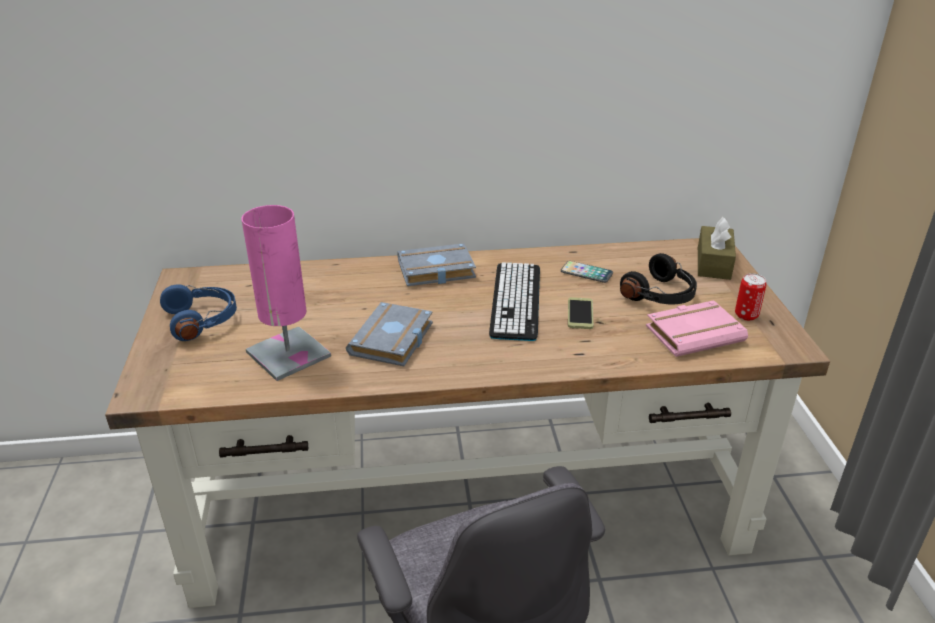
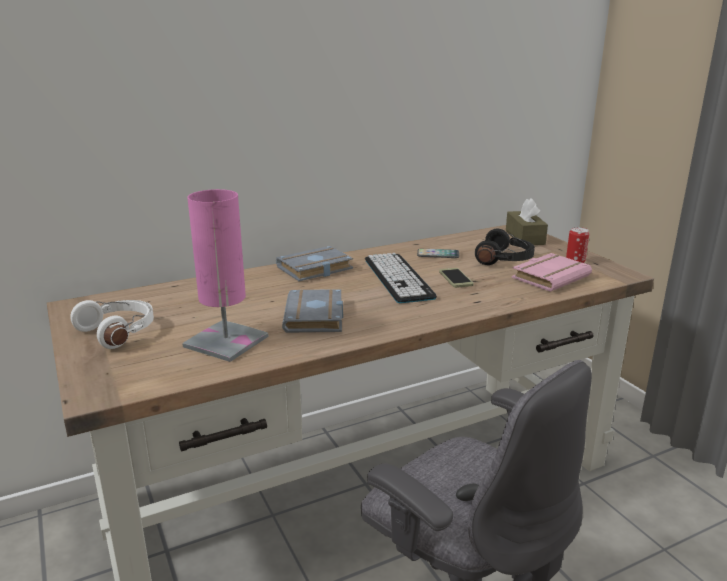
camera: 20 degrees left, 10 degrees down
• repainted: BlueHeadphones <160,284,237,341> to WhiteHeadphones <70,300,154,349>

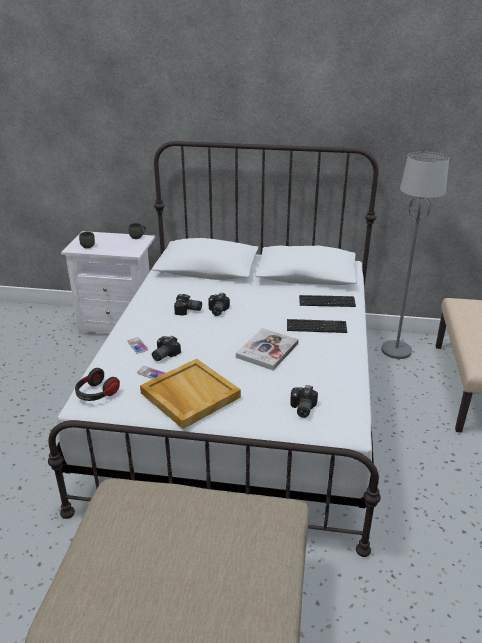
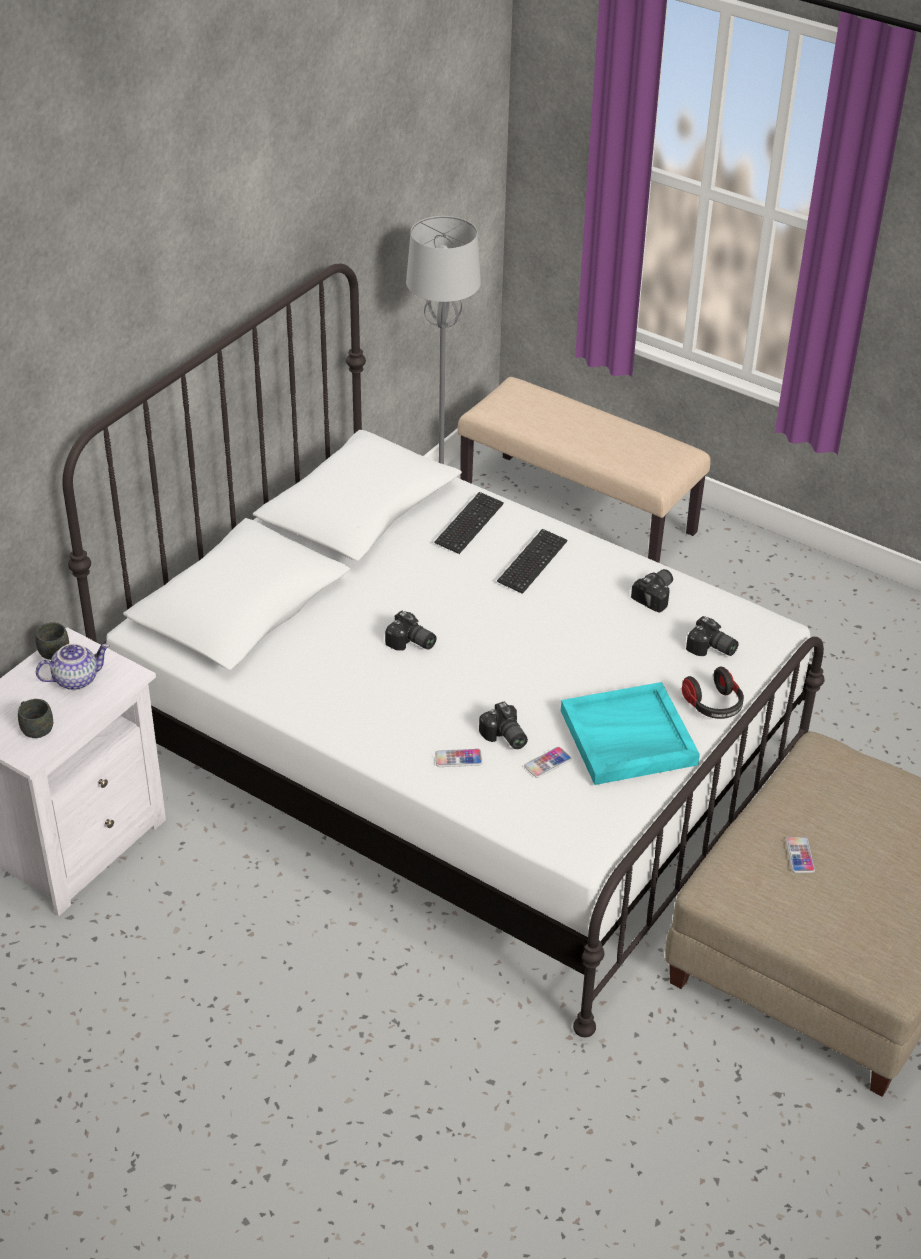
camera: 65 degrees left, 10 degrees up
• gone: Book <236,328,299,370>
• new: Teapot <36,644,110,690>
• new: Phone <786,837,815,873>
• shifted: Headphones <75,368,120,401> to <682,667,744,719>
• shifted: PhotoCamera <174,294,202,316> to <631,569,673,613>
• repainted: BeigeTray <140,359,241,429> to TurquoiseTray <561,682,700,785>

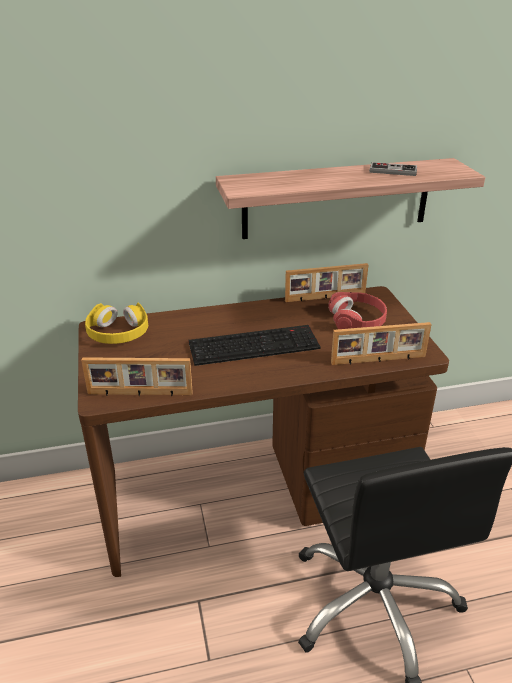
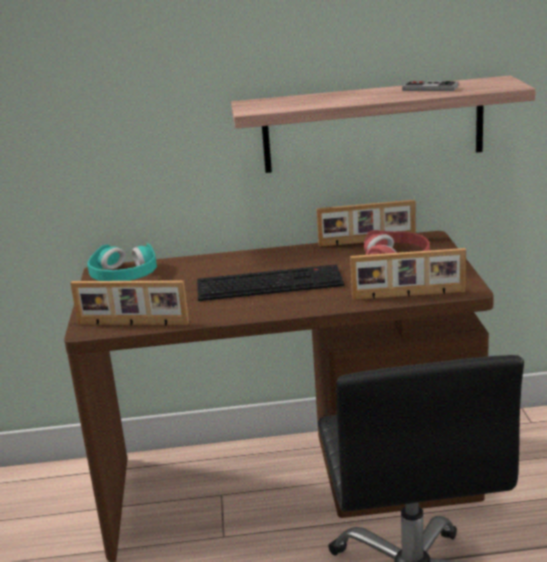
camera: 10 degrees right, 10 degrees down
• repainted: YellowHeadphones <85,303,148,344> to TurquoiseHeadphones <87,243,157,281>

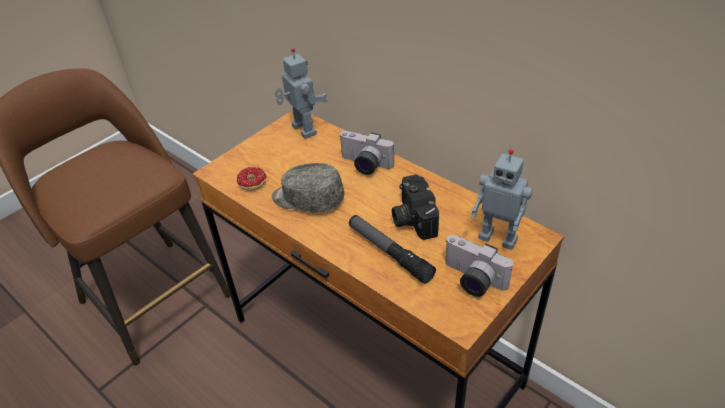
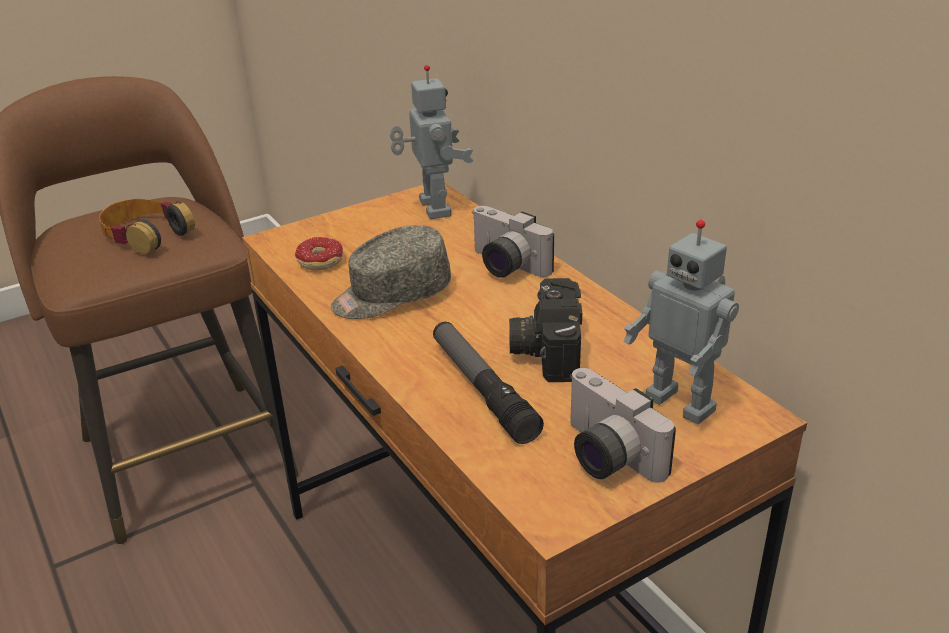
camera: 15 degrees right, 10 degrees down
• new: Headphones <99,199,195,254>
• rotated: GreyCap <272,163,344,213> = <331,225,451,319> 60 degrees counterclockwise

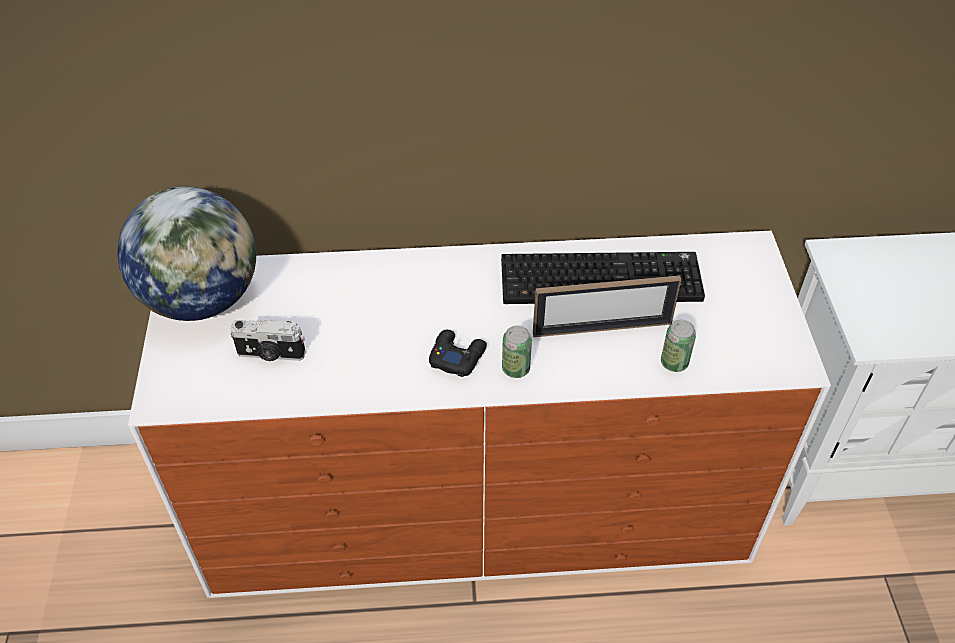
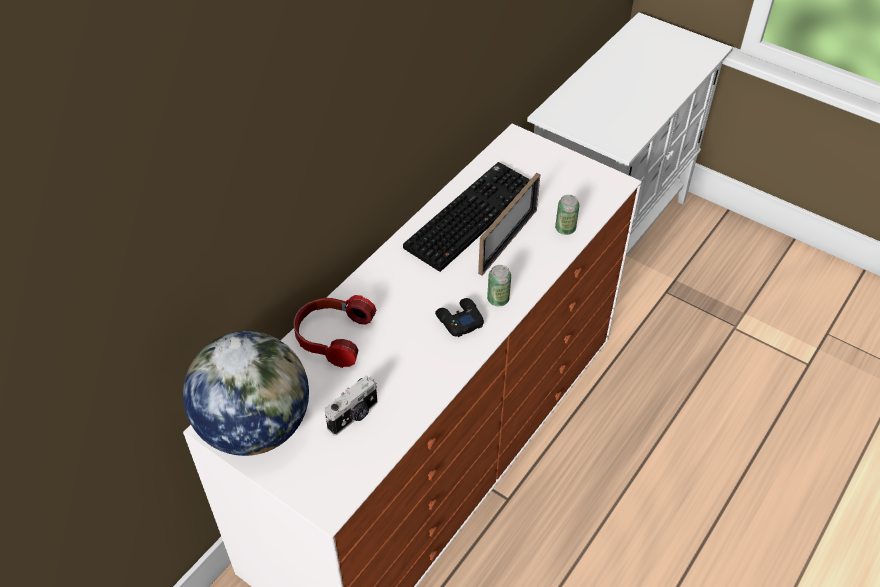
camera: 50 degrees left, 0 degrees up
• new: Headphones <293,295,376,368>

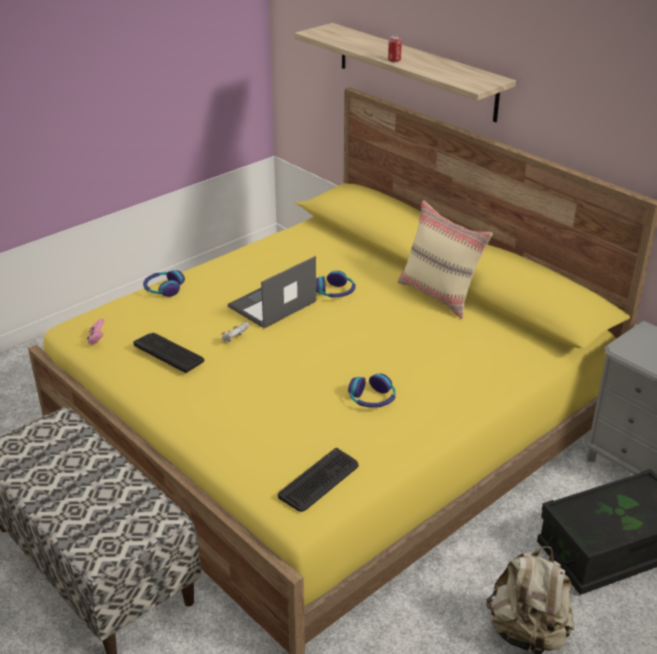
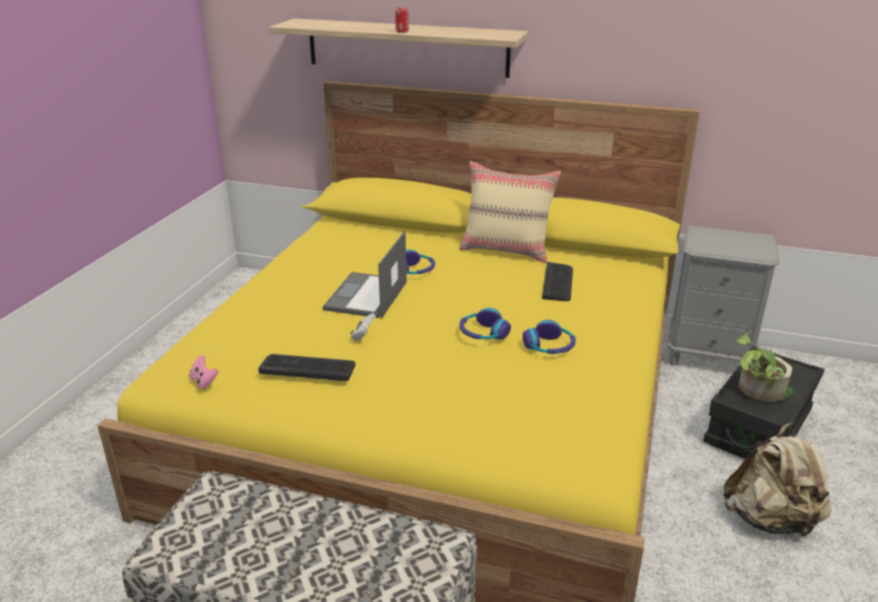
camera: 30 degrees left, 5 degrees down
• new: PottedPlant <736,333,792,402>
• shifted: Headphones <143,270,185,297> to <459,308,511,339>
• shifted: Keyboard <278,448,359,512> to <542,262,573,301>

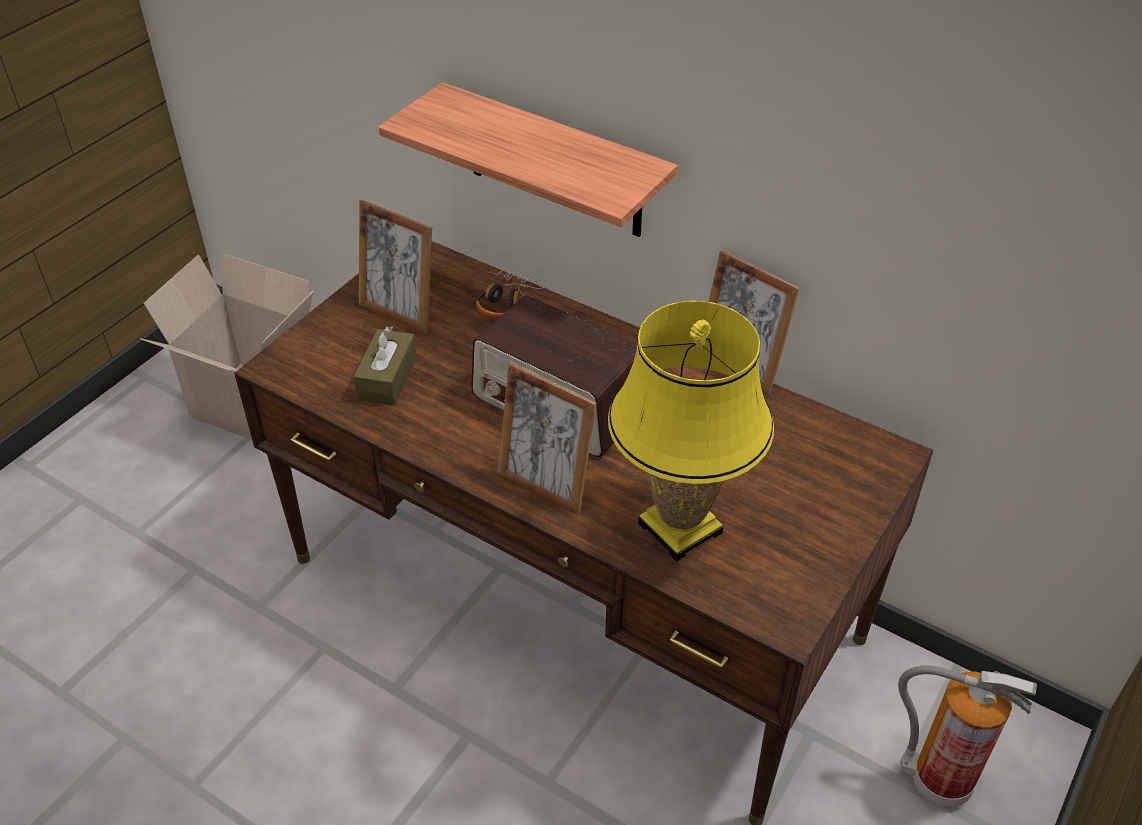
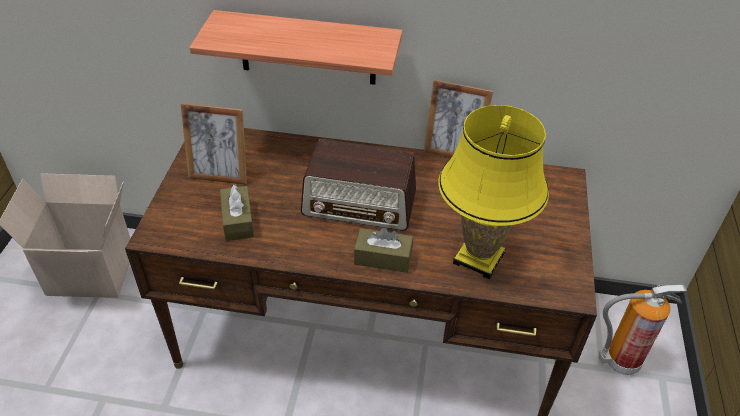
camera: 25 degrees left, 0 degrees up
• gone: Headphones <476,269,547,318>
• swapped: PictureFrame <498,363,597,515> to BrownTissueBox <354,228,413,273>

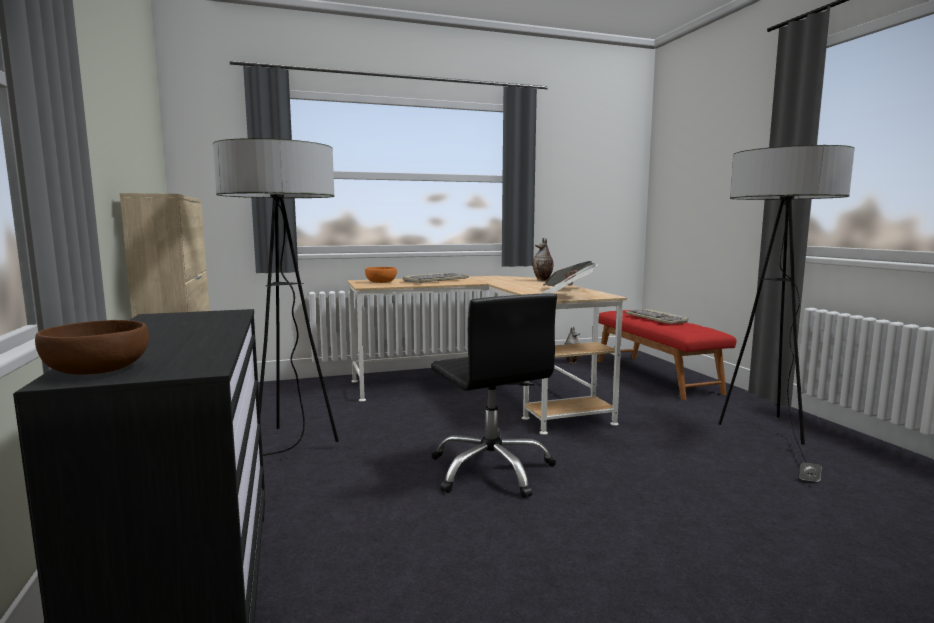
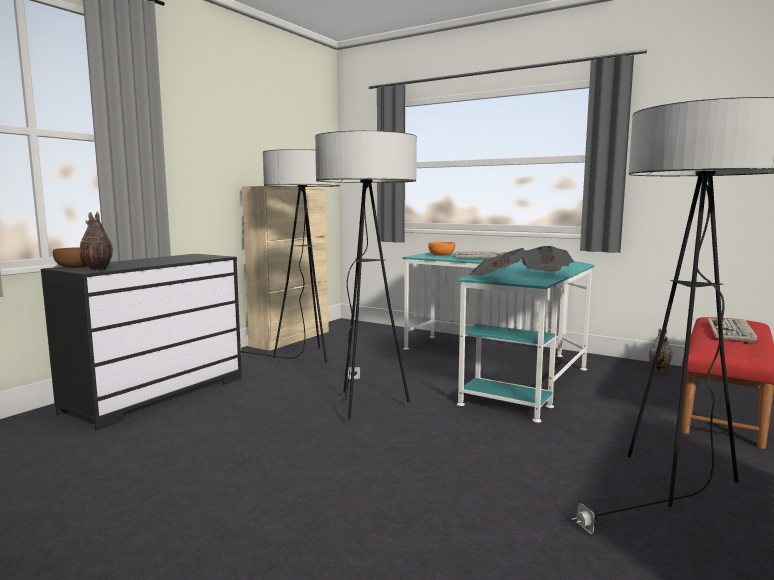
camera: 50 degrees right, 0 degrees up
• shifted: Vase <533,238,554,281> to <80,212,113,271>
• swapped: BlackOfficeChair <431,293,557,498> to FloorLamp <315,131,417,419>
• repainted: BeigeDesk <347,276,627,435> to TurquoiseDesk <402,252,595,423>

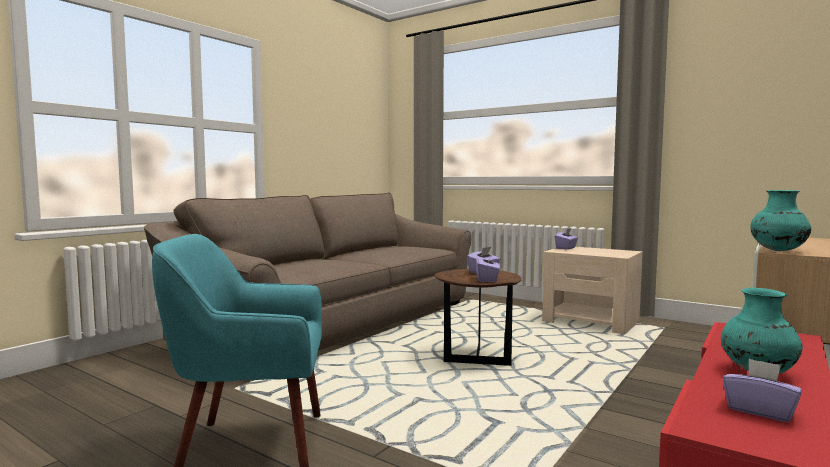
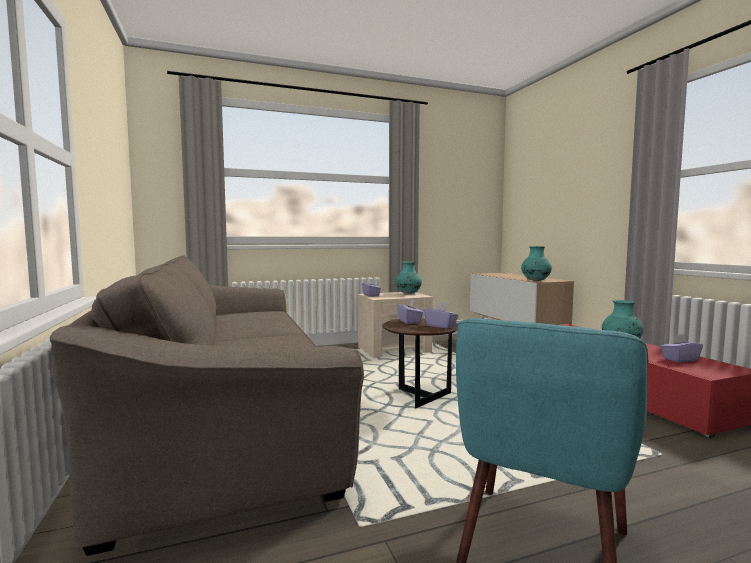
camera: 55 degrees left, 0 degrees up
• new: TurquoiseVase <395,261,422,294>

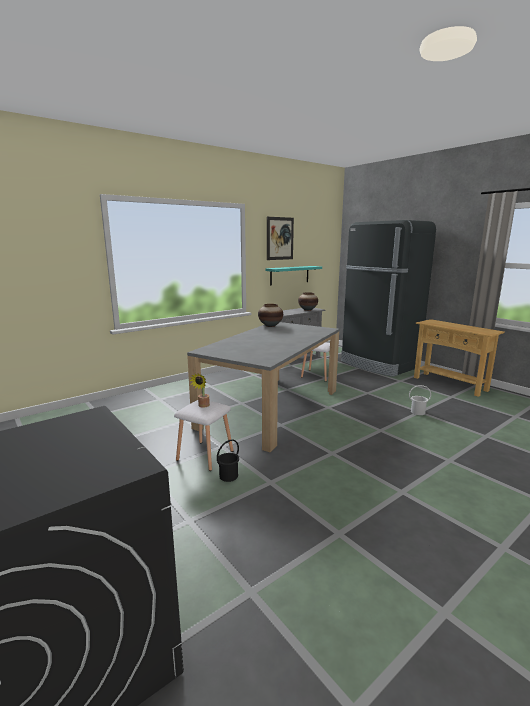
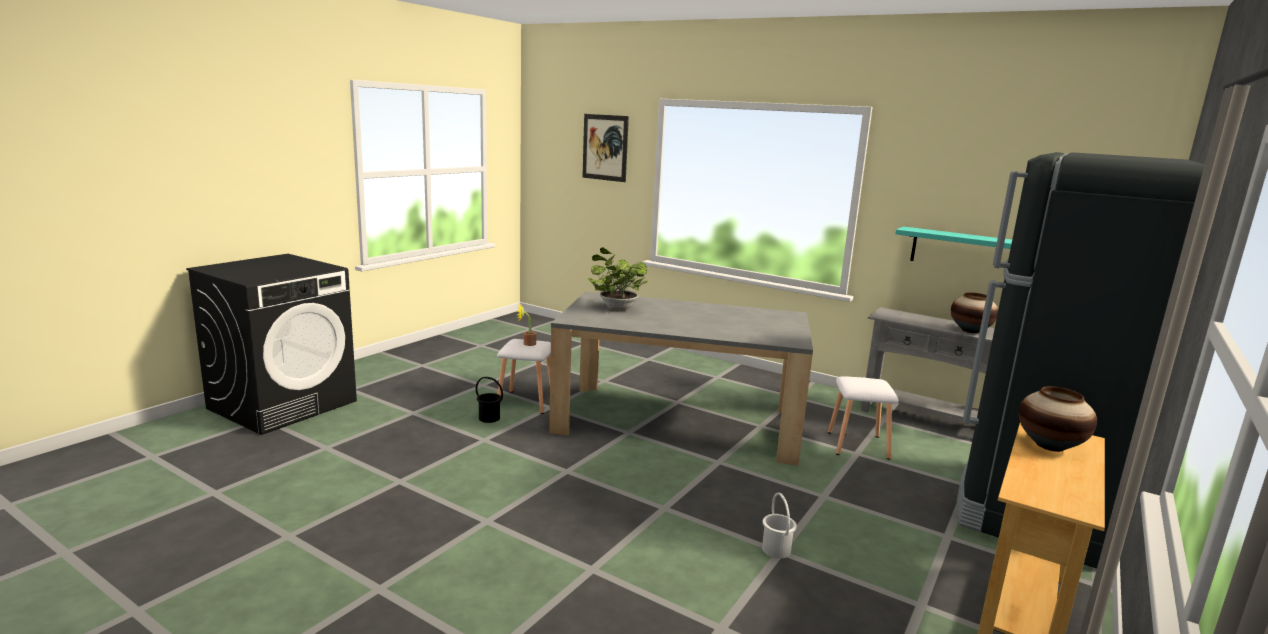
camera: 70 degrees right, 0 degrees up
• new: PottedPlant <588,247,648,311>
• shifted: Vase <258,304,283,327> to <1019,386,1097,452>
• shifted: Picture <267,217,294,260> to <582,114,629,182>

